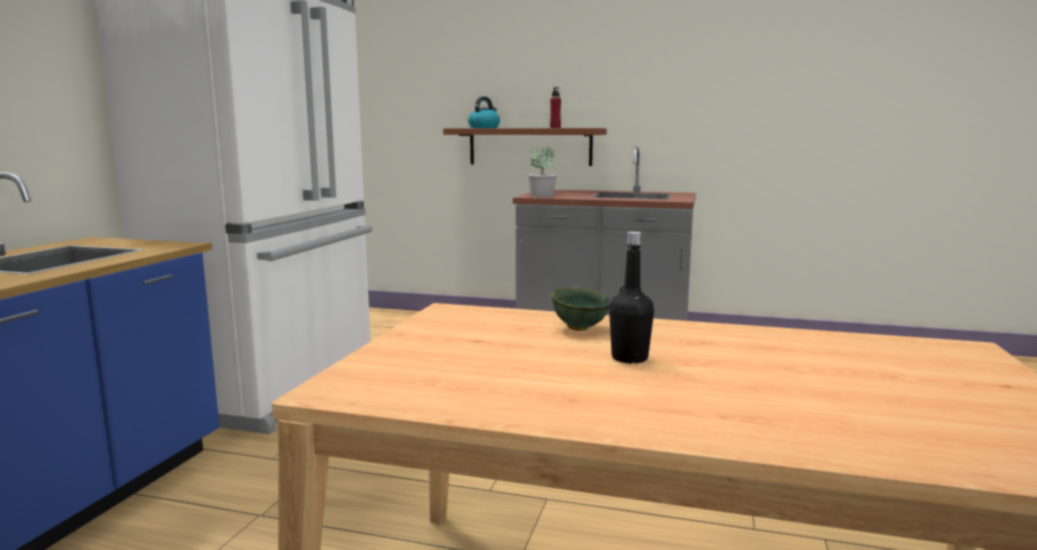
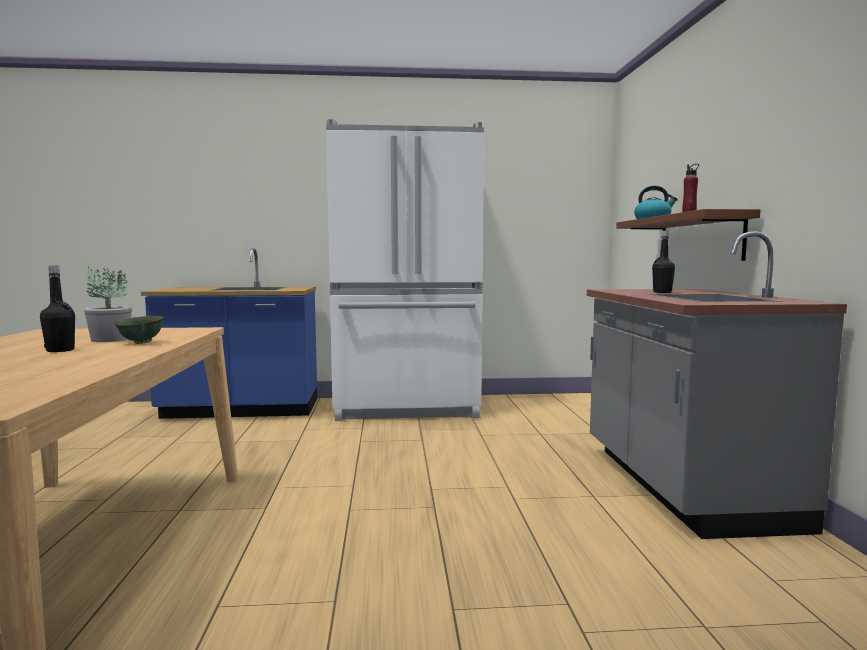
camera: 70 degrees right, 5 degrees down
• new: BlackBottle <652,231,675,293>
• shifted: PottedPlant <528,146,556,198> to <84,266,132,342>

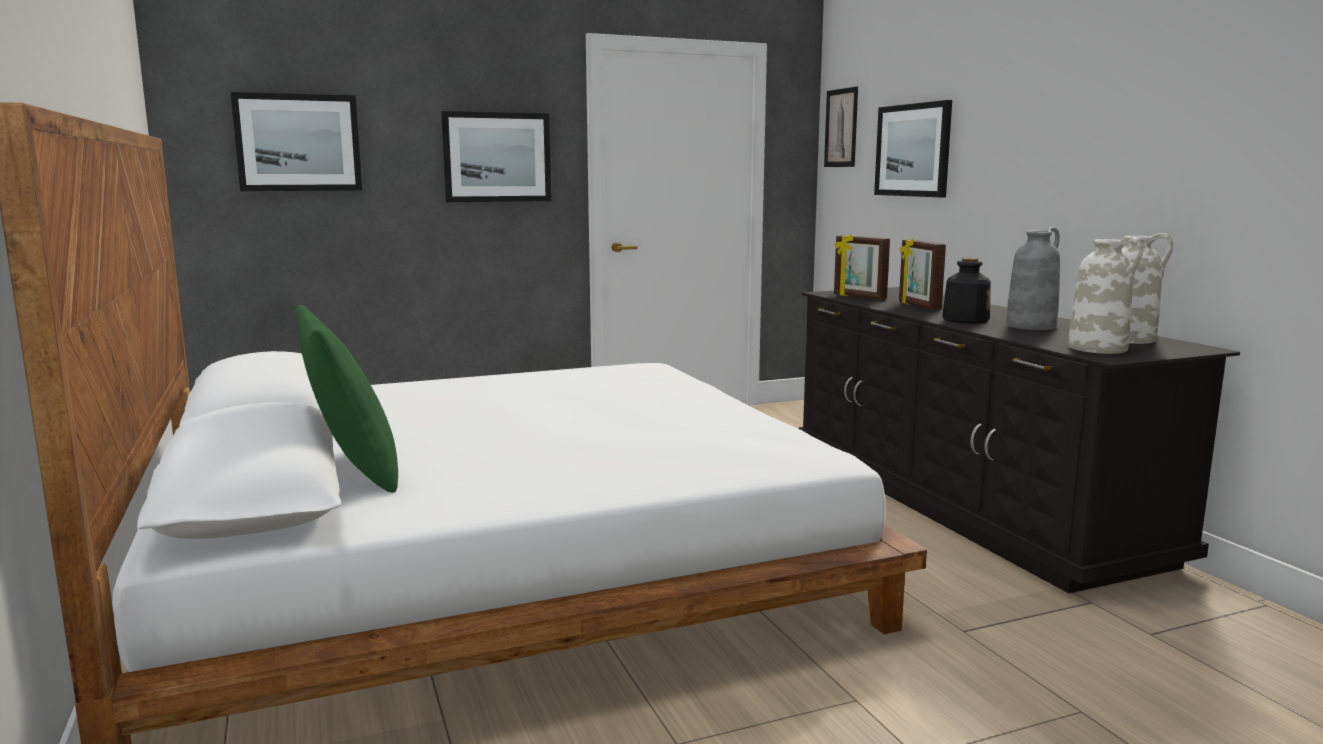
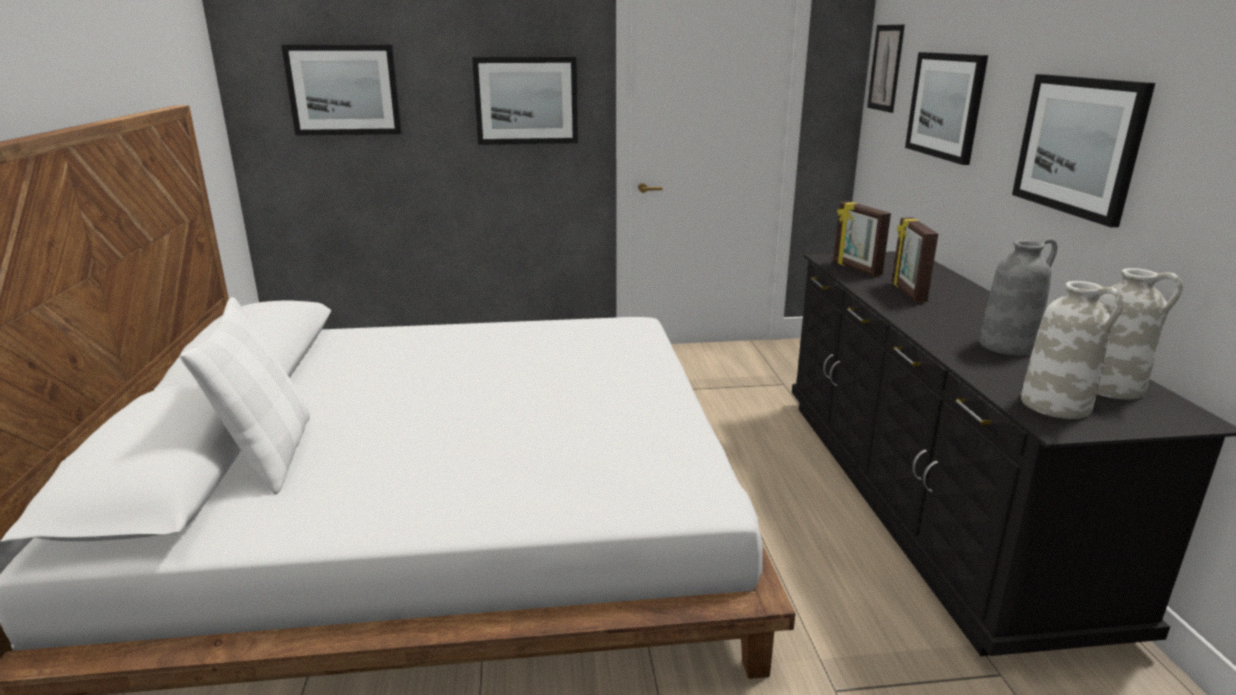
camera: 15 degrees right, 10 degrees up
• gone: Bottle <942,258,991,324>
• new: Picture <1012,74,1155,227>
• repainted: GreenPillow <296,305,398,493> to WhitePillow <180,297,310,494>

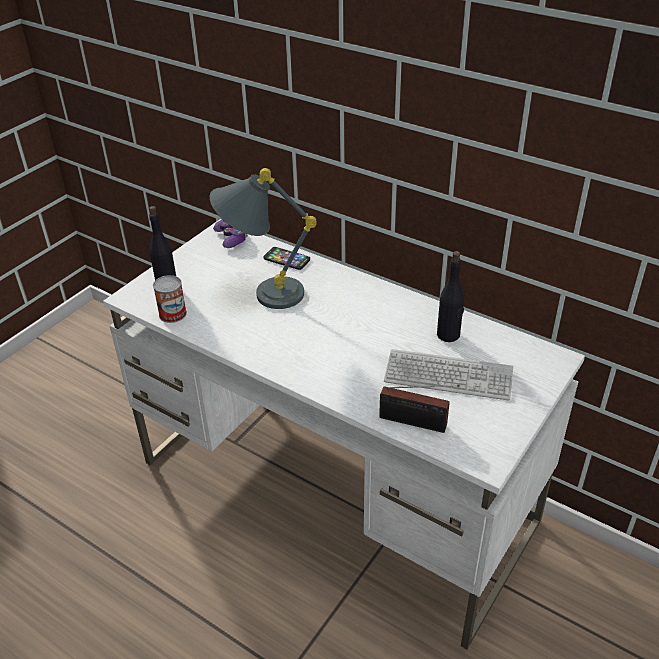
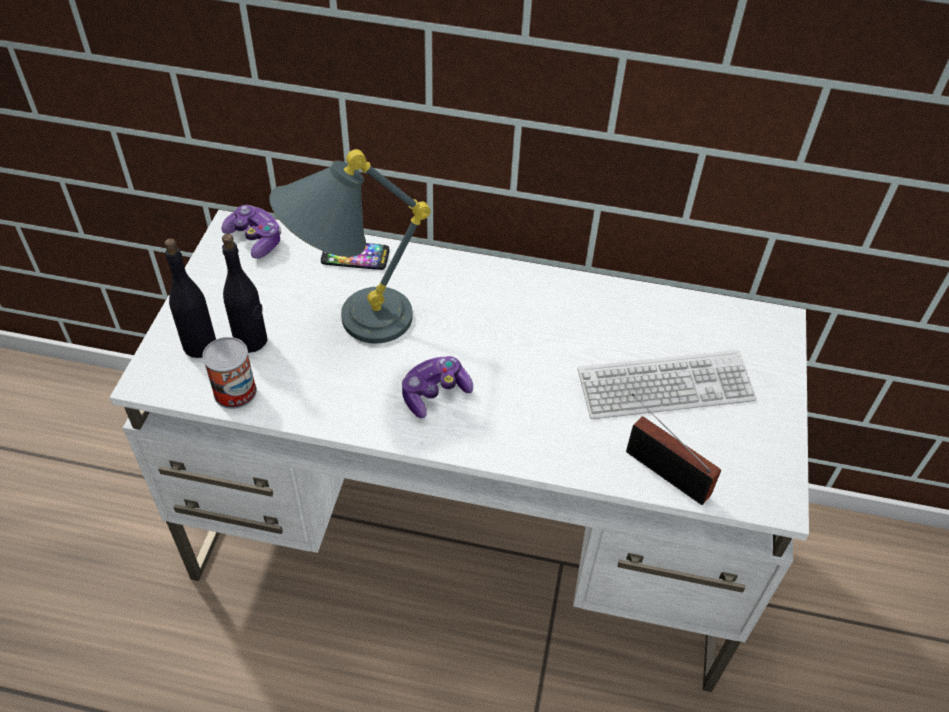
camera: 25 degrees left, 10 degrees up
• new: GameController <402,356,473,418>
• shifted: BlackBottle <437,251,464,342> to <222,234,267,353>
• rotated: Radio <379,385,460,433> = <626,393,721,505> 135 degrees counterclockwise

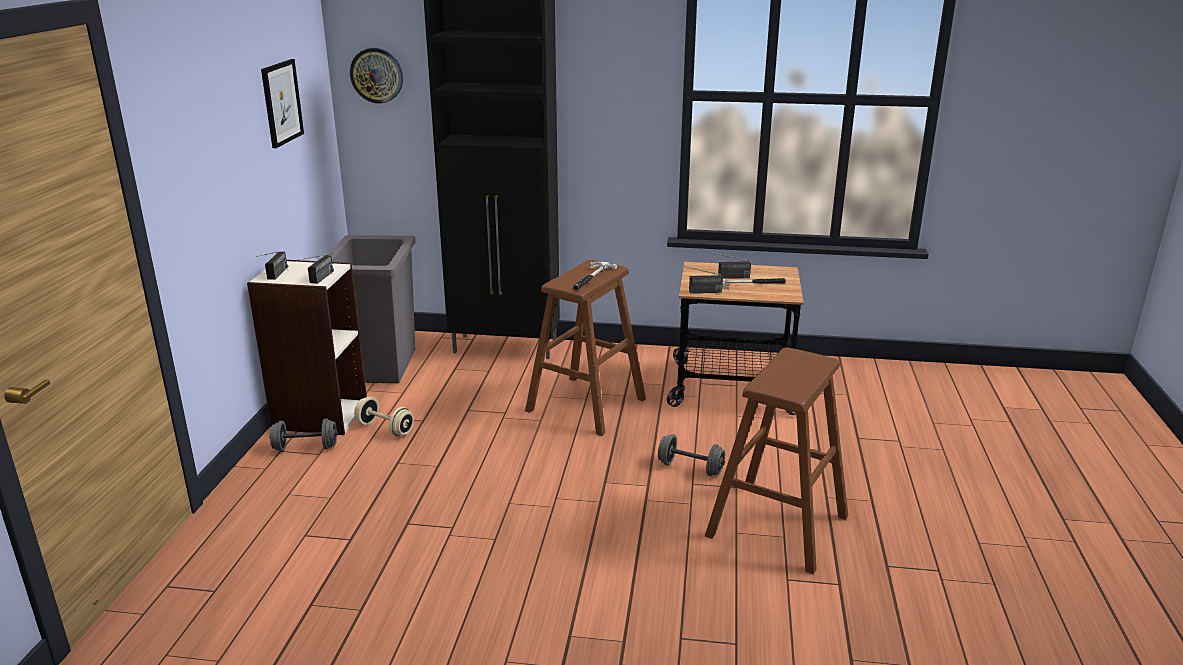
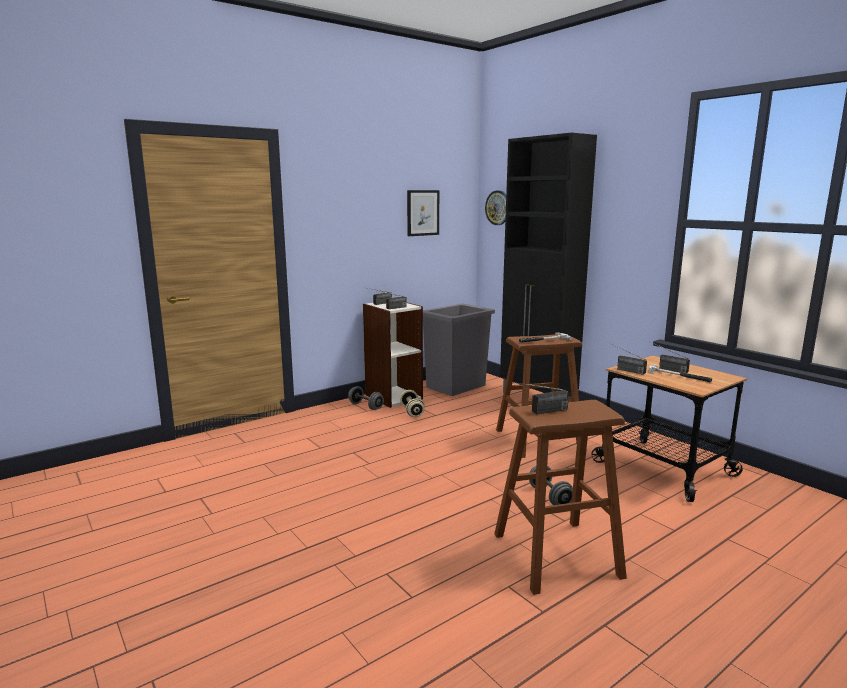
camera: 45 degrees right, 10 degrees down
• new: Radio <516,382,569,415>

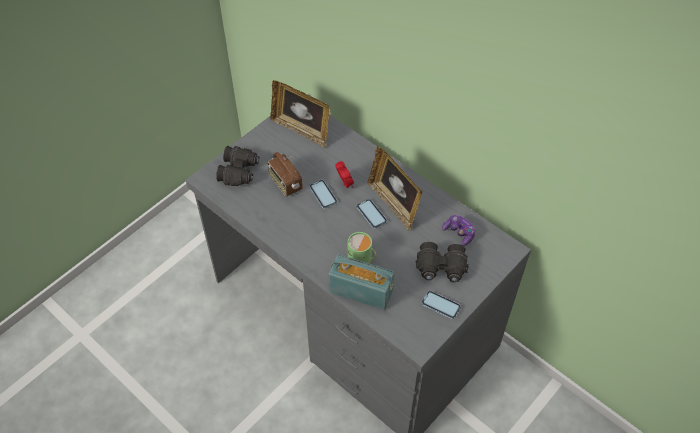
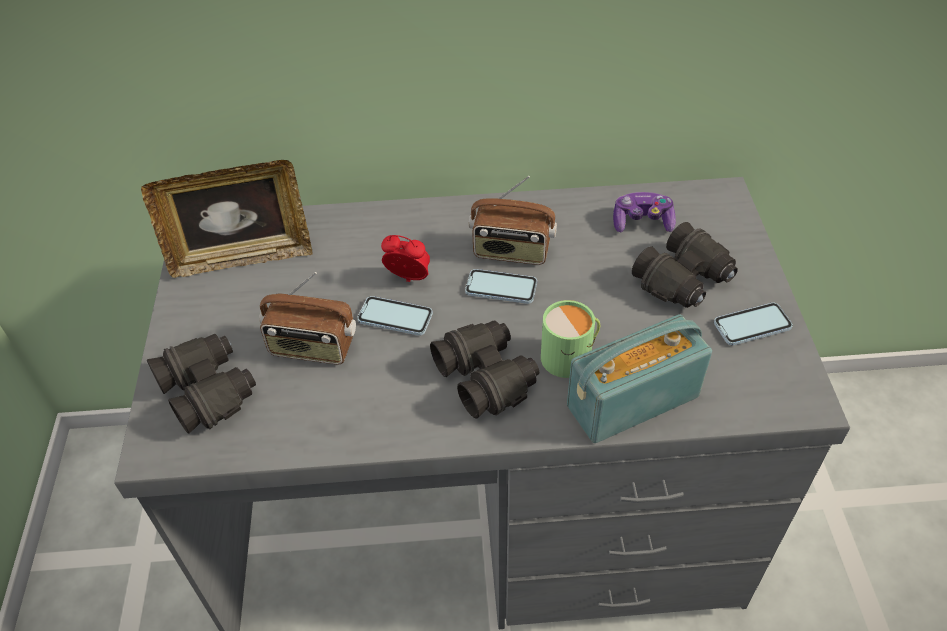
camera: 45 degrees left, 5 degrees down
• new: BlackBinoculars <430,320,539,419>
• swapped: PictureFrame <368,146,422,231> to Radio <469,176,557,265>

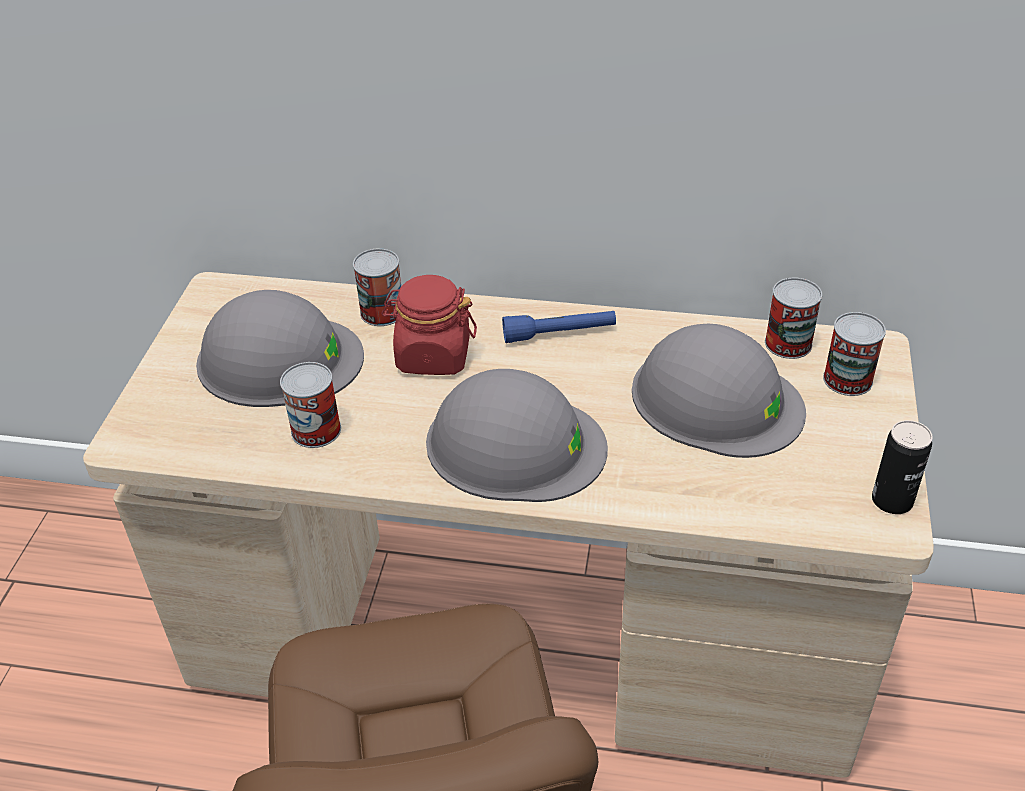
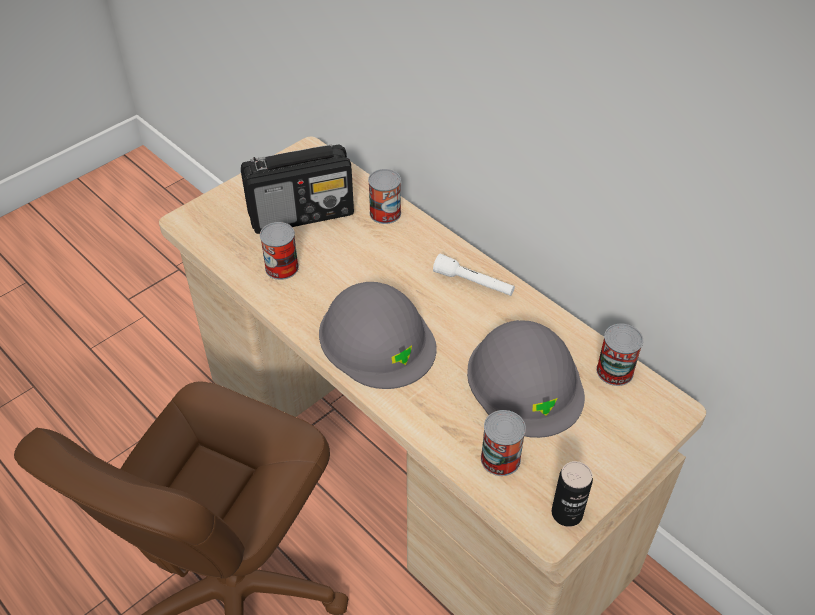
camera: 35 degrees right, 5 degrees up
• gone: RedJar <381,275,477,375>
• shifted: Can <823,312,886,396> to <481,410,526,476>
• swapped: GreyHardHat <196,290,364,407> to Radio <241,144,354,234>
• repainted: BlueFlashlight <502,311,616,343> to WhiteFlashlight <433,254,515,296>

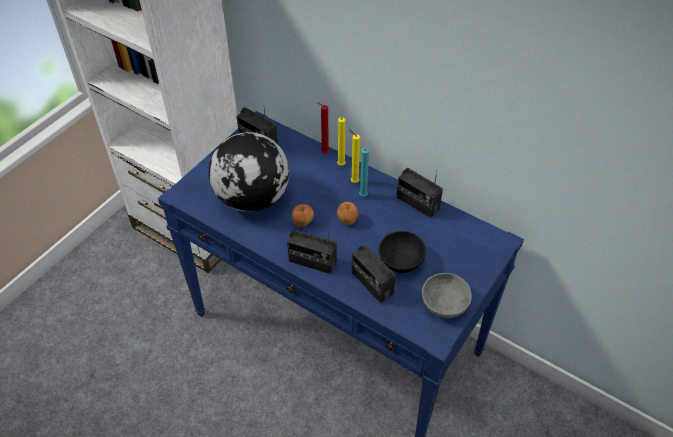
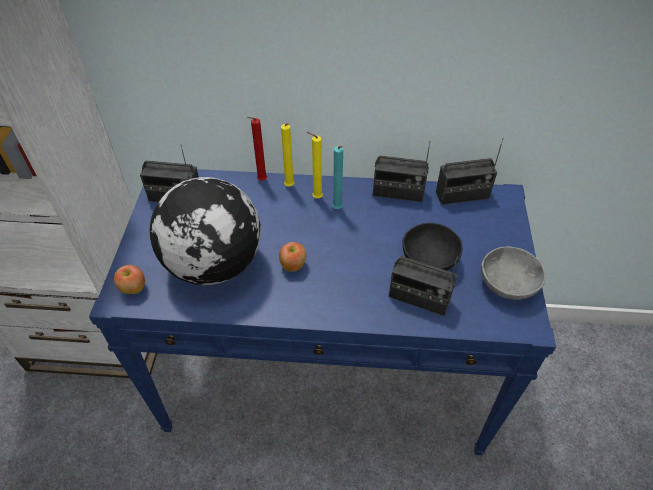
camera: 30 degrees left, 0 degrees up
• shifted: Radio <287,228,337,274> to <436,138,504,205>
• shifted: Apple <337,202,358,225> to <114,265,145,294>

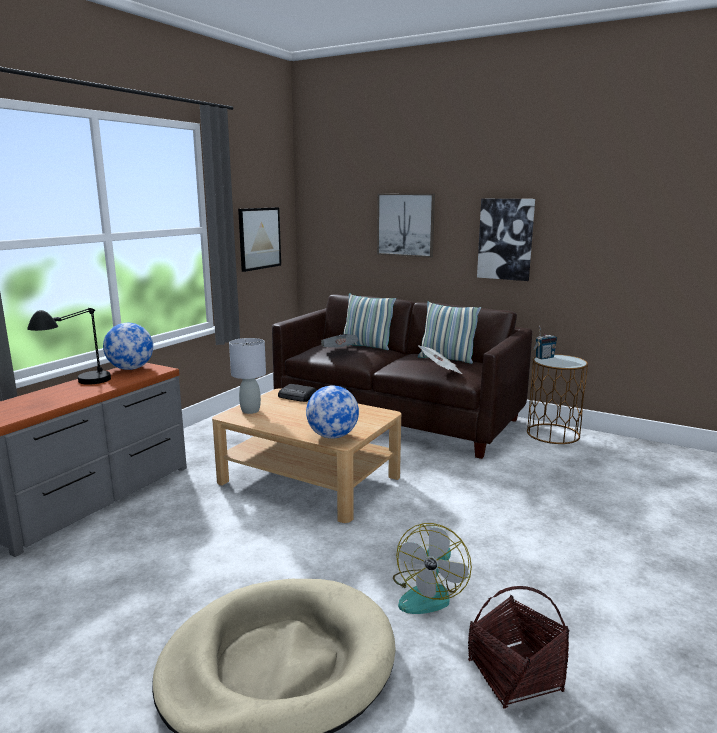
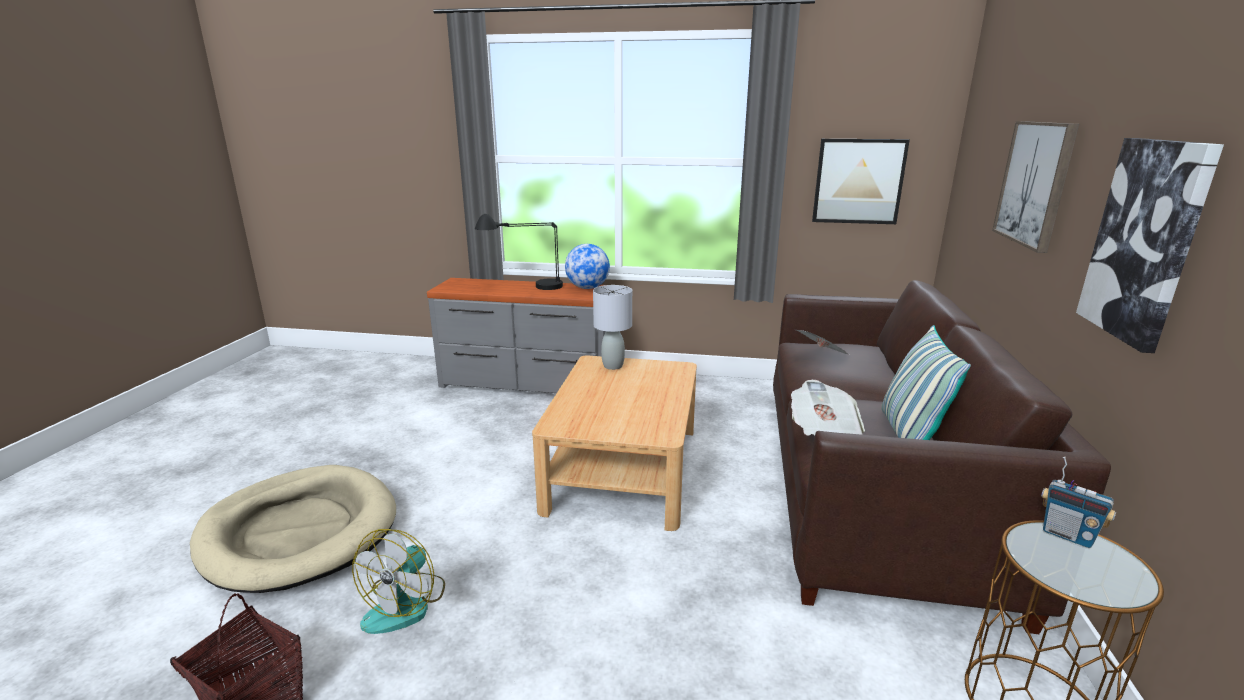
camera: 70 degrees right, 5 degrees up
• gone: Radio <278,384,317,402>
• gone: Globe <306,385,359,439>
• gone: Pillow <344,293,396,350>
• rotated: Fan <393,523,472,614> = <352,529,445,634> 75 degrees counterclockwise

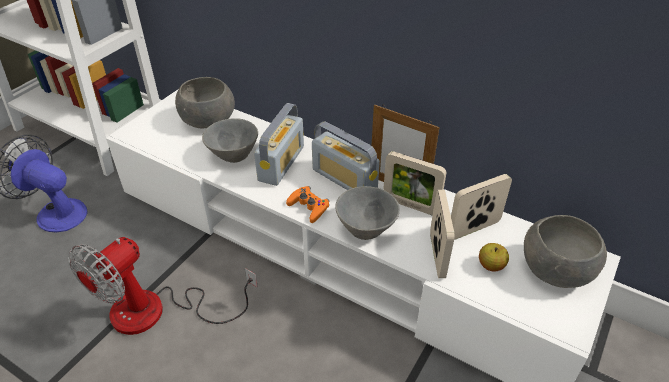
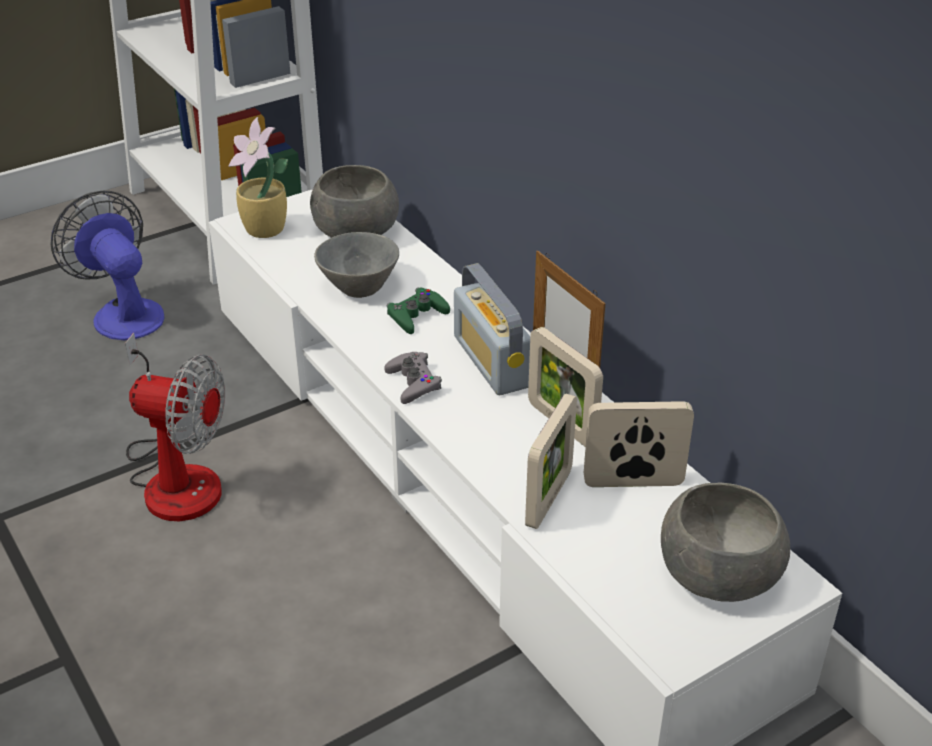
camera: 25 degrees right, 5 degrees down
• gone: GreyBowl <335,186,400,240>
• gone: Apple <479,243,509,271>
• new: PottedPlant <228,117,288,238>
• swapped: Radio <254,103,304,186> to GreenGameController <387,288,450,334>
• repainted: OrangeGameController <286,186,330,223> to GreyGameController <384,352,442,404>
• rotated: Fan <68,237,258,335> = <125,333,225,521> 135 degrees counterclockwise

